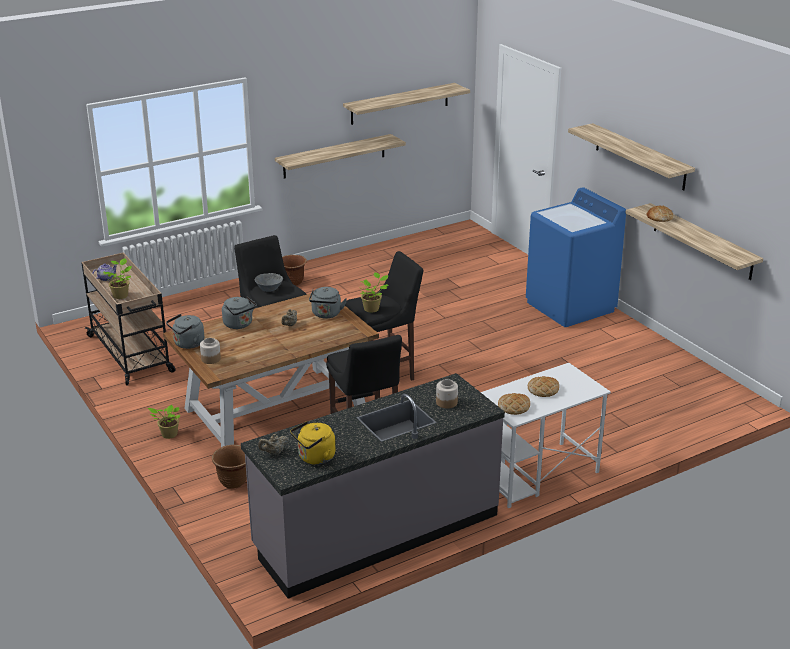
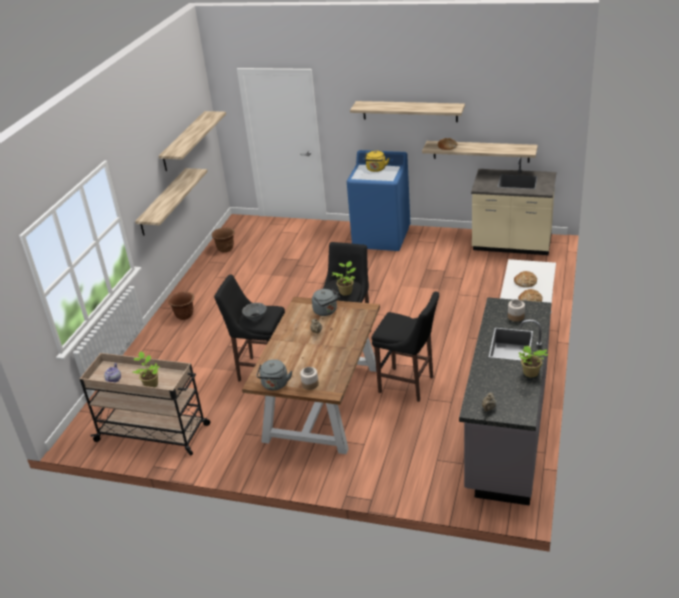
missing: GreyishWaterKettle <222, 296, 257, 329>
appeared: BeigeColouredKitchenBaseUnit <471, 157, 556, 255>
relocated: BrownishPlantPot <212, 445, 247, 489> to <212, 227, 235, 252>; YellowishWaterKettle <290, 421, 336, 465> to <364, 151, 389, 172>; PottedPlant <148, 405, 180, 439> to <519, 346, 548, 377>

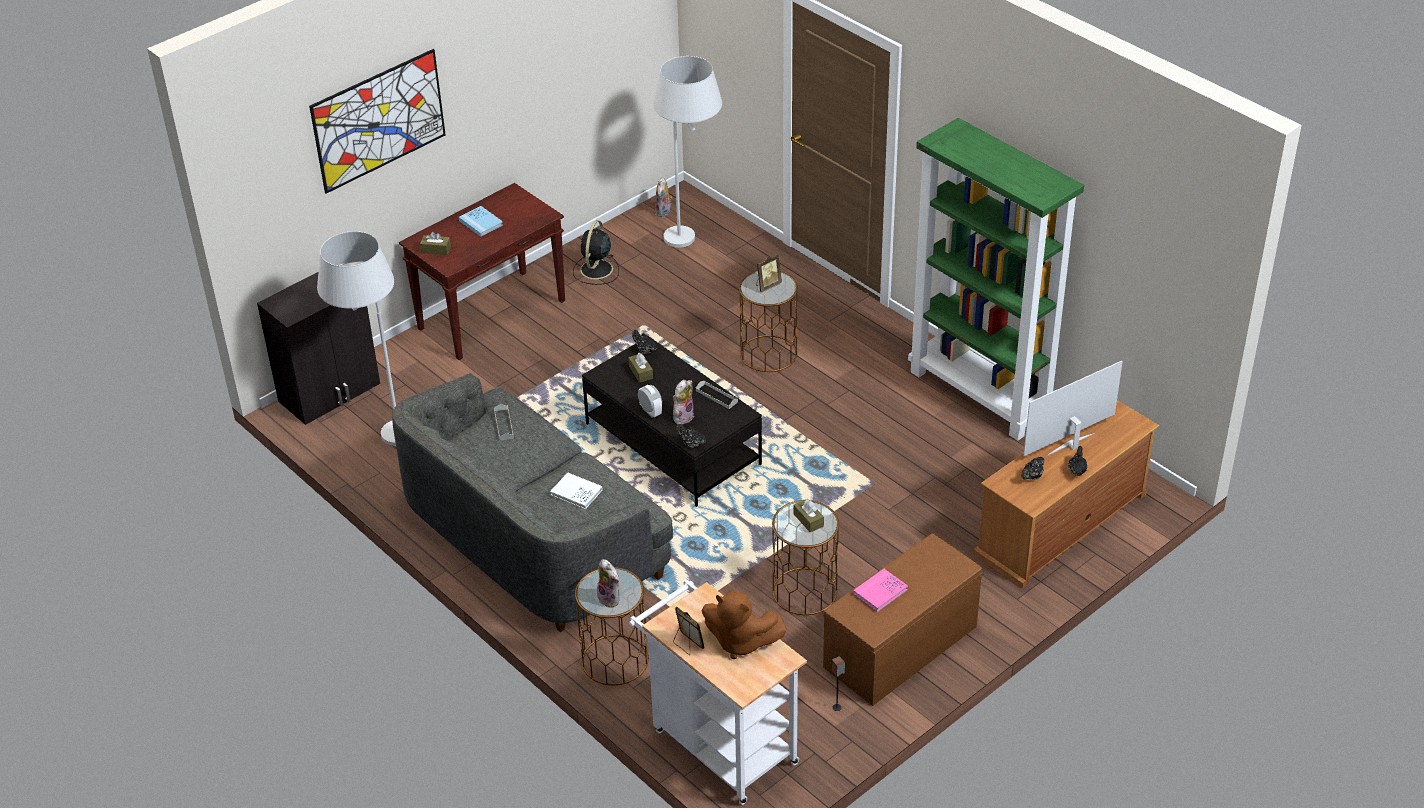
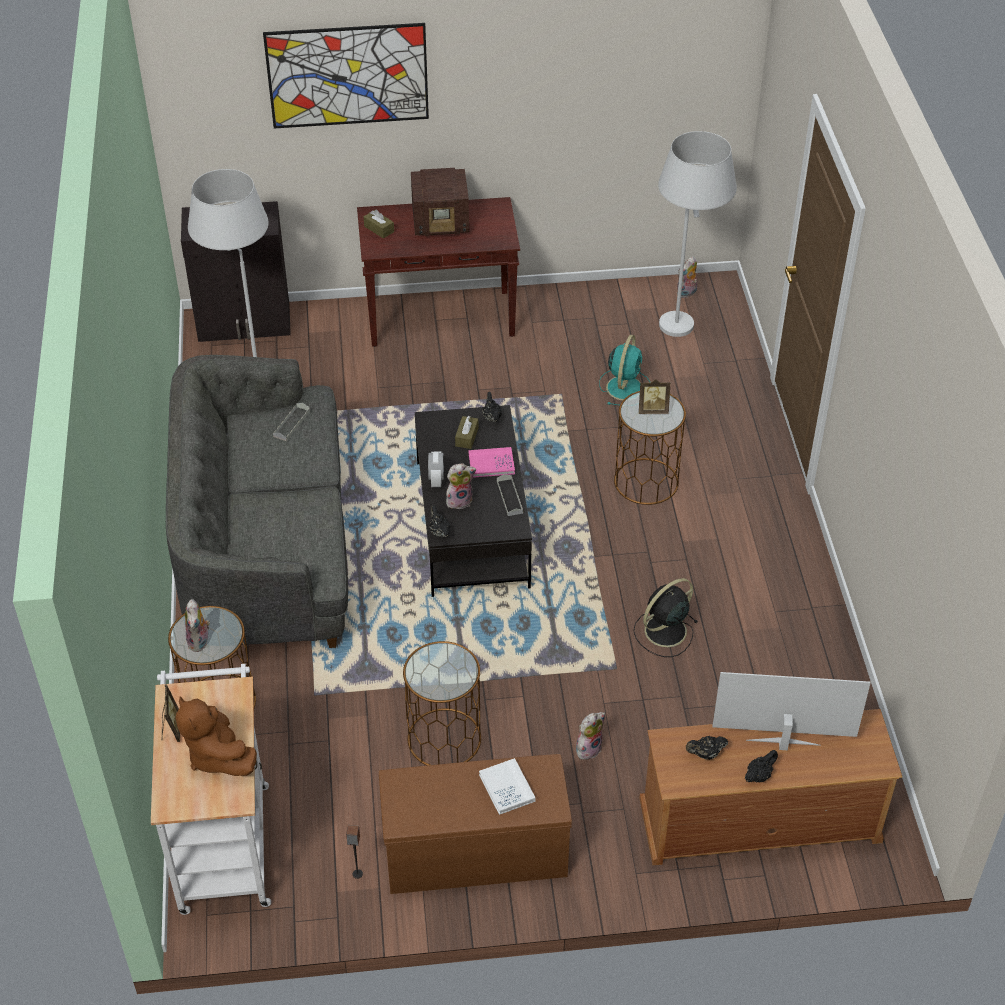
missing: BrownishBoxOfTissues <793, 499, 824, 532>; GreenColouredBookshelf <908, 118, 1084, 441>
appeared: CuddlyToy <576, 712, 605, 762>; TurquoiseCoolingFan <599, 335, 651, 405>
relocated: PinkishVolume <853, 569, 908, 612> to <469, 447, 515, 478>; WhiteVolume <550, 472, 603, 509> to <479, 758, 536, 815>; BlackCoolingFan <573, 220, 619, 285> to <633, 578, 698, 657>
exchanged: BlueVolume <459, 206, 503, 237> to Radio <411, 168, 469, 236>

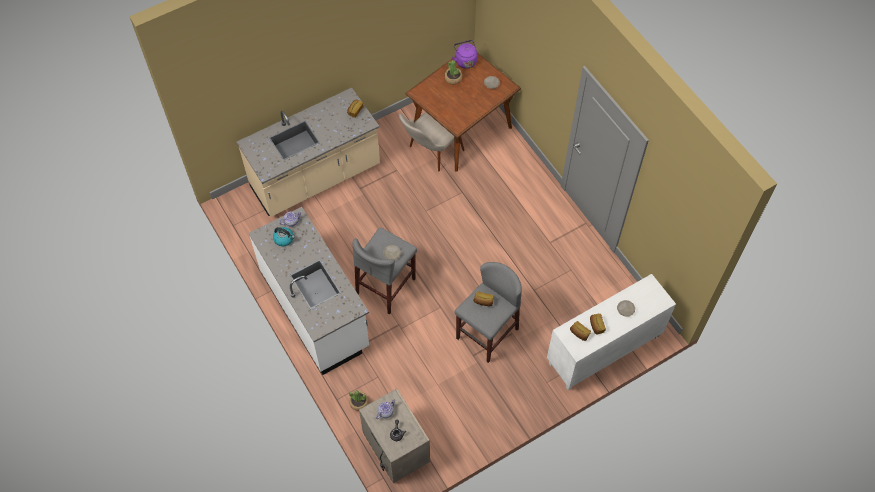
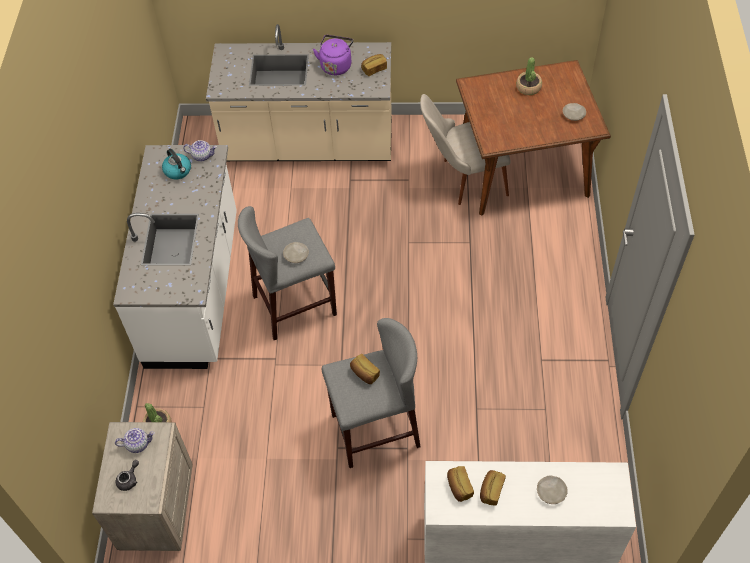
relocated: PurplishWaterKettle <452, 40, 477, 69> to <313, 35, 353, 75>

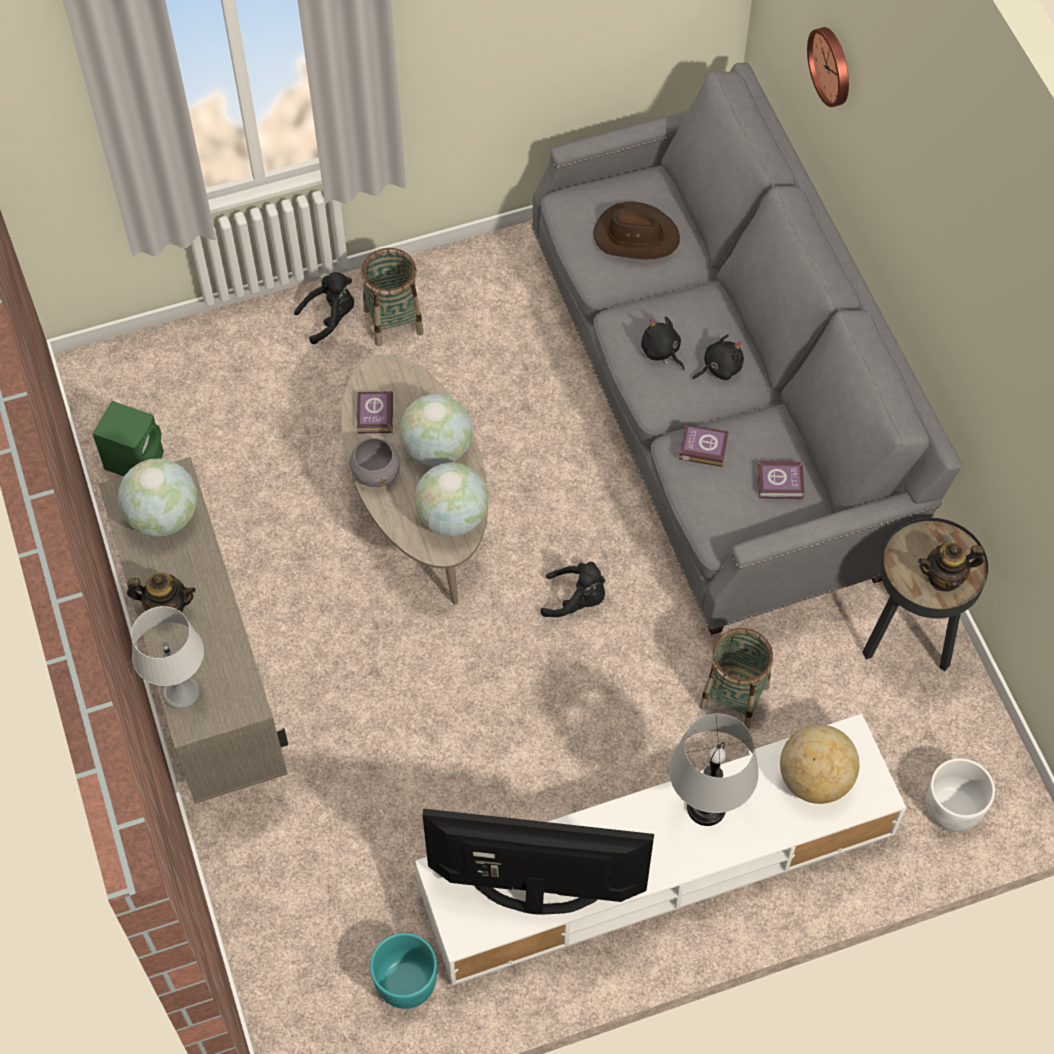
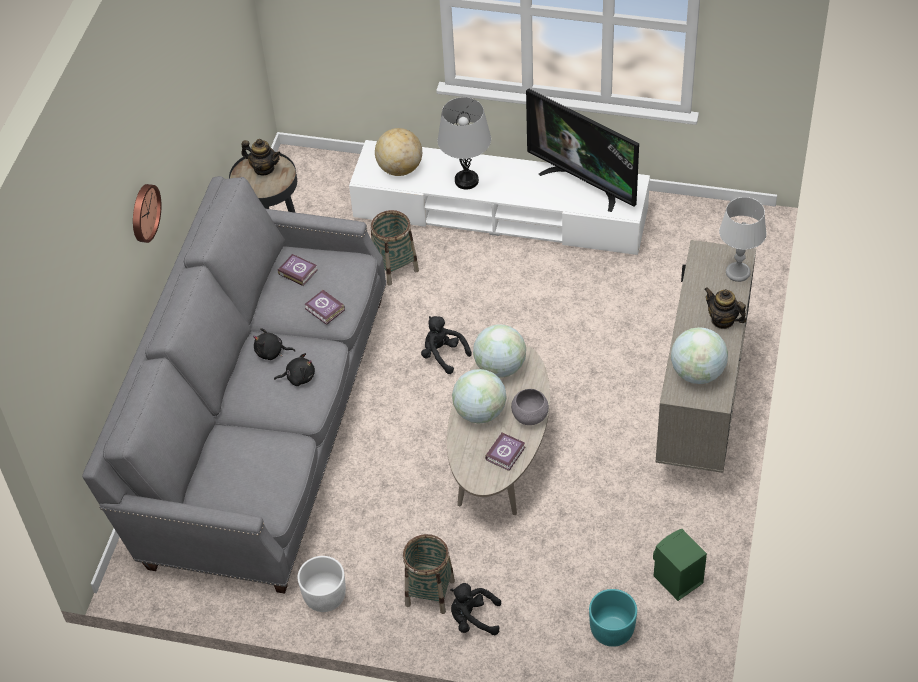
missing: BrownishWearableHat <593, 202, 680, 260>
relocated: WallClock <807, 27, 849, 107> to <133, 184, 161, 243>; WhitePlantPot <926, 758, 995, 832> to <297, 556, 346, 612>; TurquoisePlantPot <370, 933, 437, 1009> to <589, 589, 637, 647>
spun: BlackCuddlyToy <641, 317, 684, 370> = <274, 353, 315, 386> 90 degrees counterclockwise

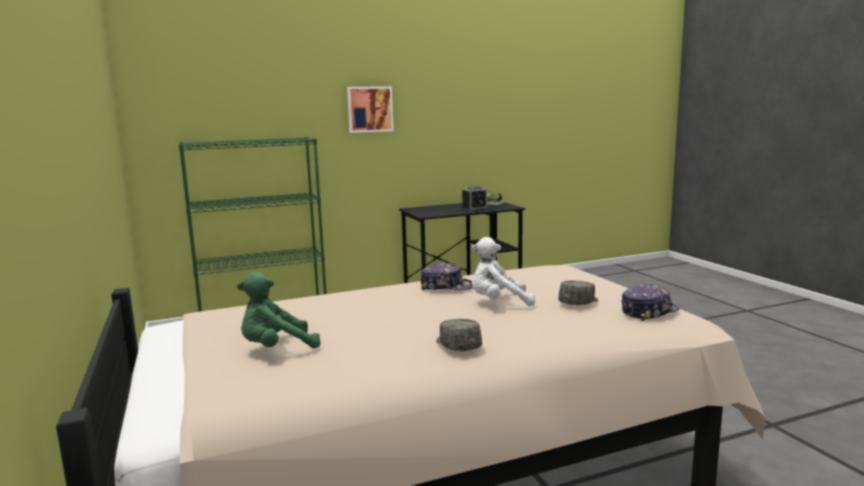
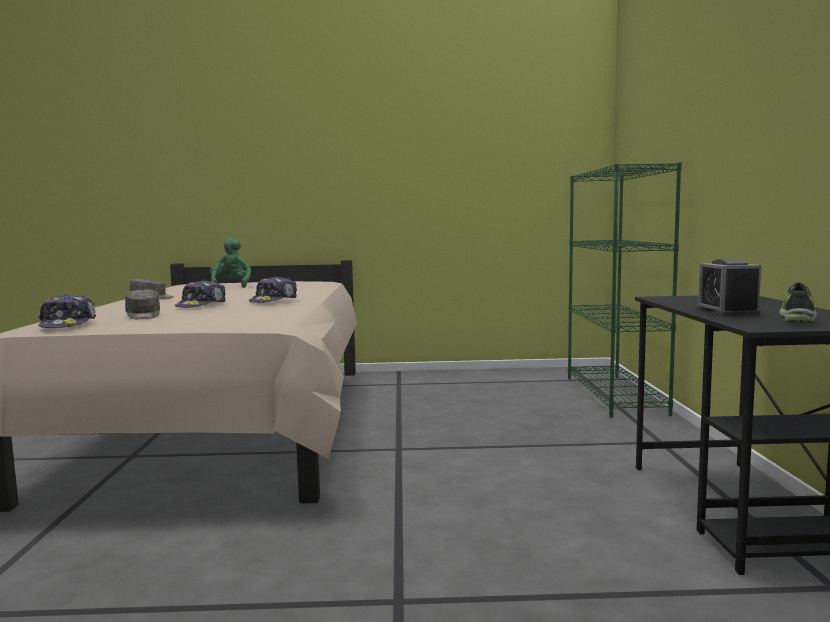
missing: WallPicture <347, 86, 394, 133>
exchanged: WhiteCuddlyToy <472, 237, 535, 306> to BaseballCap <175, 280, 226, 308>

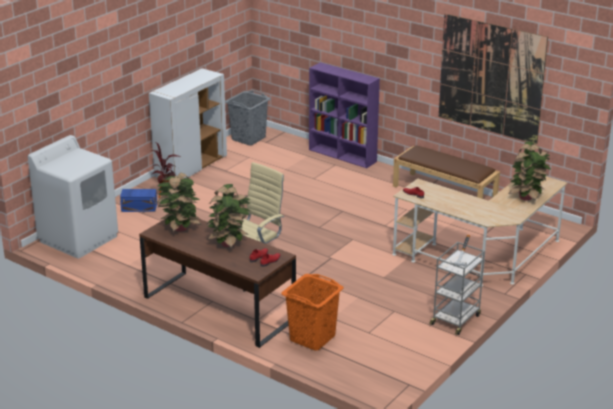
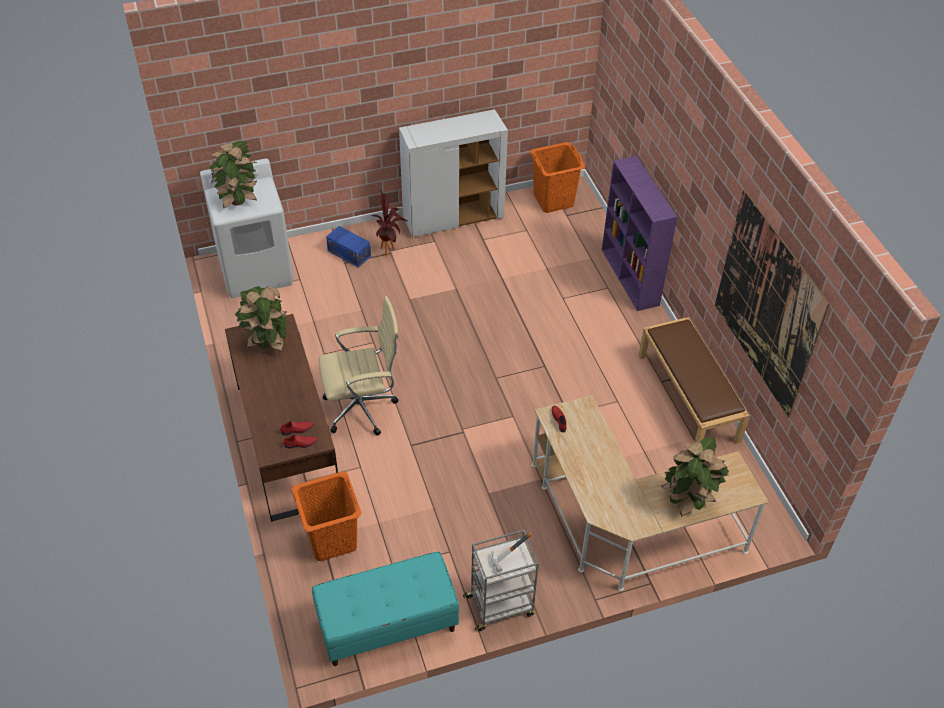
appeared: TurquoiseBench <312, 552, 459, 666>
relocated: PottedPlant <207, 184, 251, 248> to <209, 141, 257, 209>
colour: GreyishWashingBasket <225, 90, 271, 145> to OrangeyWashingBasket <530, 142, 585, 213>

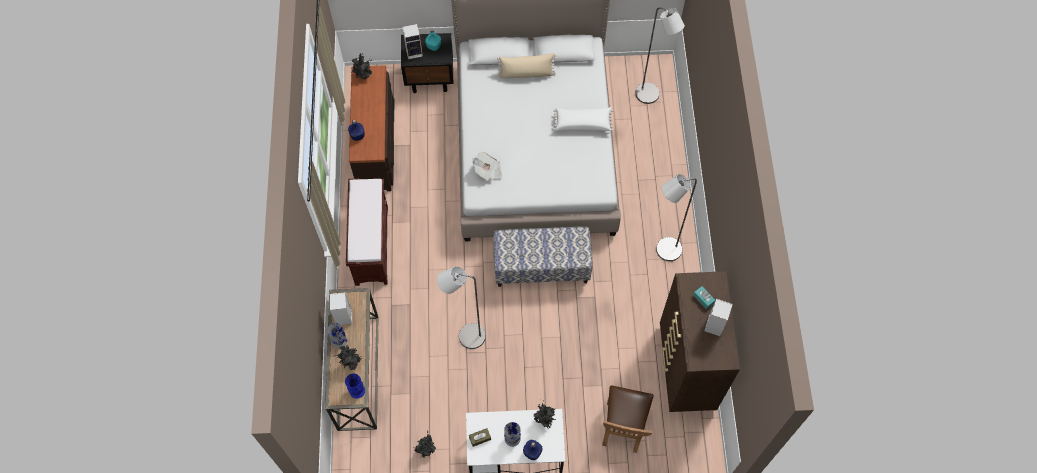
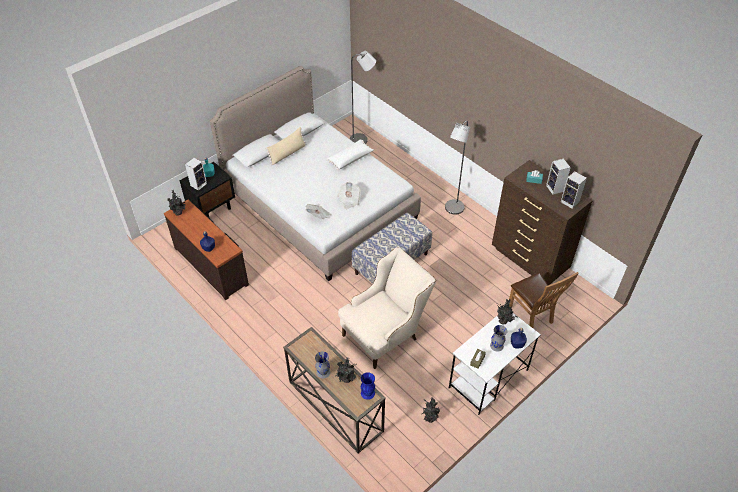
missing: BrownishBench <346, 179, 388, 286>
appeared: DailyPaper <338, 182, 361, 209>
relocated: Speaker <329, 292, 352, 325> to <561, 171, 587, 209>
exchanged: GreyishFloorLamp <437, 266, 486, 349> to BeigeColouredEasyChair <338, 247, 436, 369>

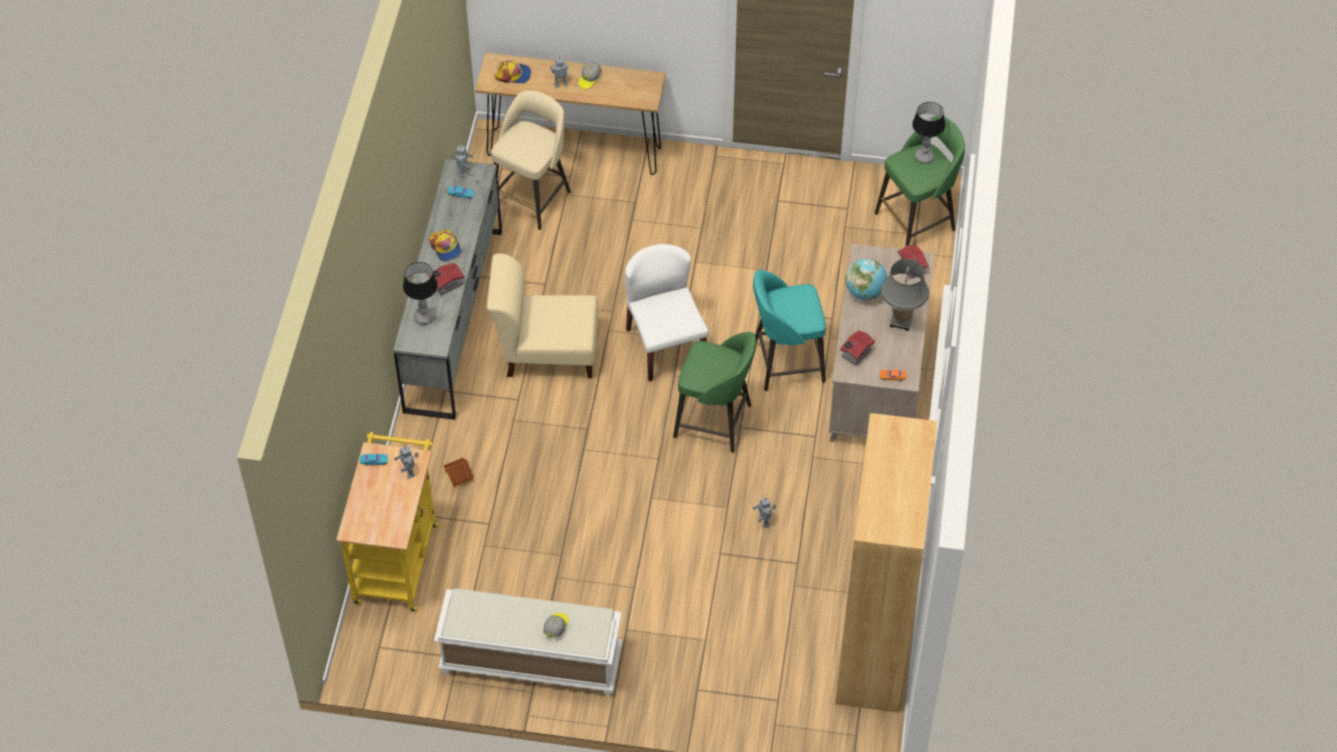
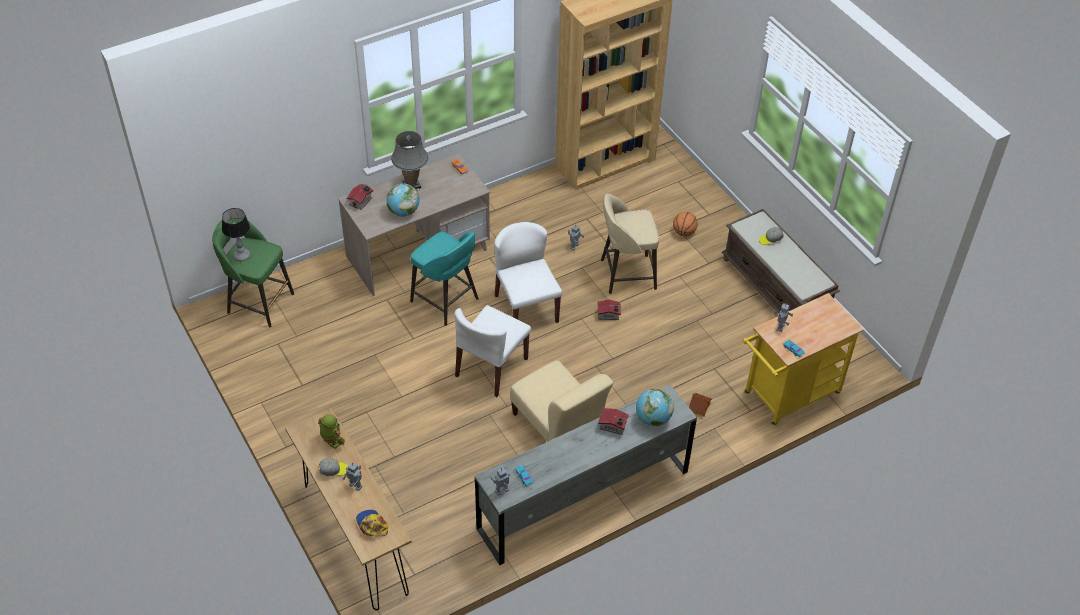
missing: BaseballCap <429, 229, 461, 261>
appeared: ModelRobot <318, 414, 345, 449>; Basketball <673, 212, 698, 236>
relocated: MiniatureHouse <840, 330, 875, 366> to <598, 299, 621, 320>; BeigeColouredStool <491, 90, 571, 230> to <601, 194, 659, 294>
exchanged: GreenColouredStool <673, 332, 756, 453> to WhitePlainChair <494, 222, 562, 323>; TabletopLamp <403, 262, 438, 325> to Globe <636, 388, 674, 427>
colour: WhiteBench <434, 589, 623, 696> to BrownishBench <722, 209, 840, 313>

